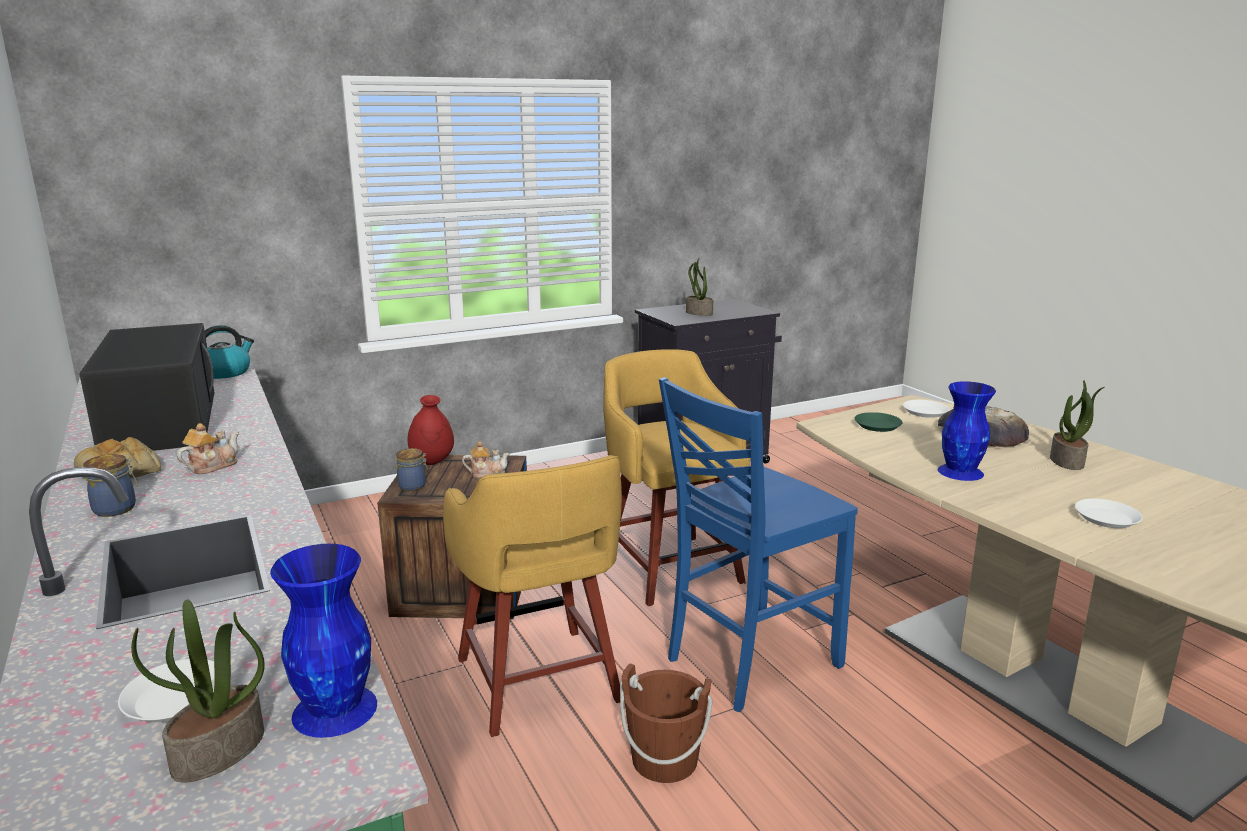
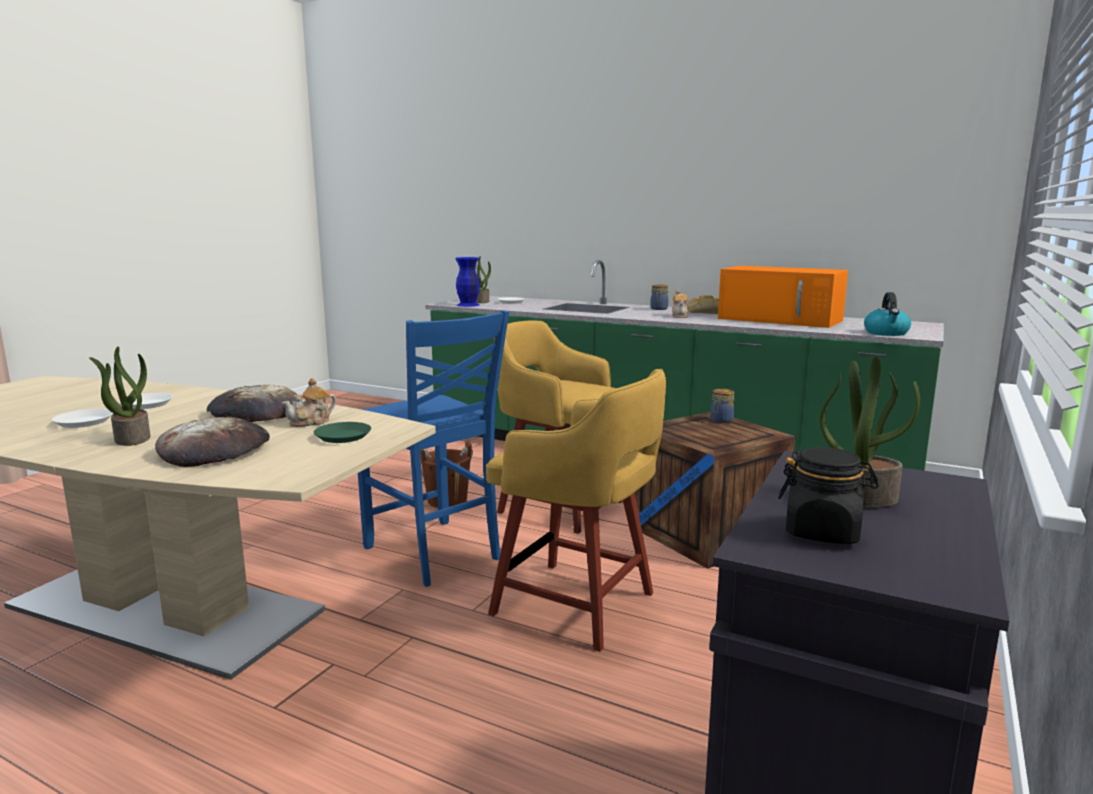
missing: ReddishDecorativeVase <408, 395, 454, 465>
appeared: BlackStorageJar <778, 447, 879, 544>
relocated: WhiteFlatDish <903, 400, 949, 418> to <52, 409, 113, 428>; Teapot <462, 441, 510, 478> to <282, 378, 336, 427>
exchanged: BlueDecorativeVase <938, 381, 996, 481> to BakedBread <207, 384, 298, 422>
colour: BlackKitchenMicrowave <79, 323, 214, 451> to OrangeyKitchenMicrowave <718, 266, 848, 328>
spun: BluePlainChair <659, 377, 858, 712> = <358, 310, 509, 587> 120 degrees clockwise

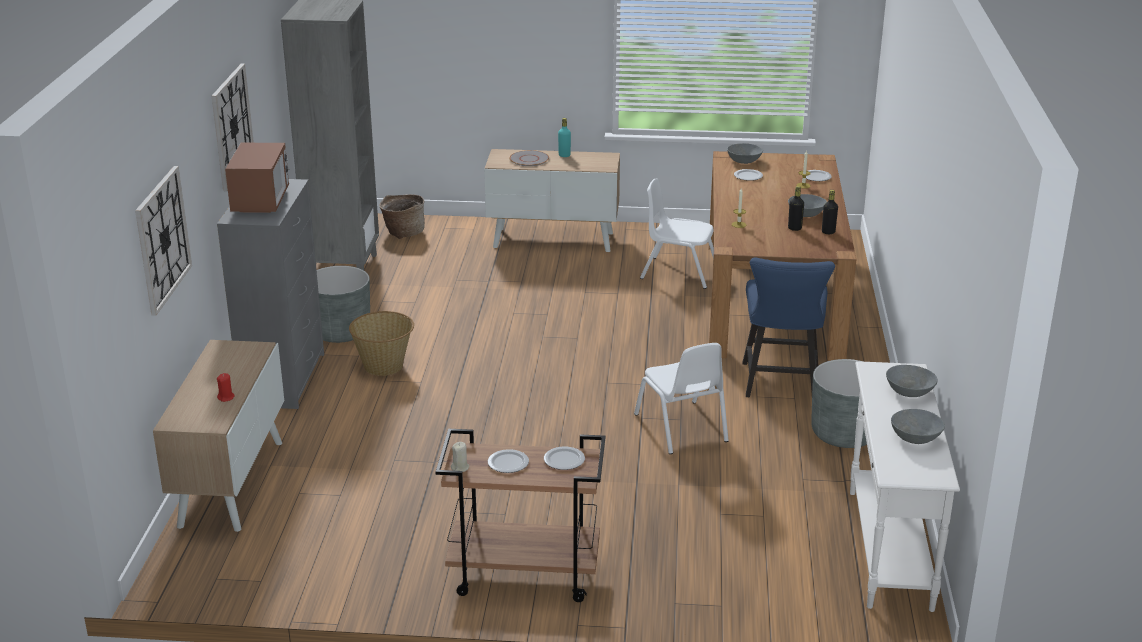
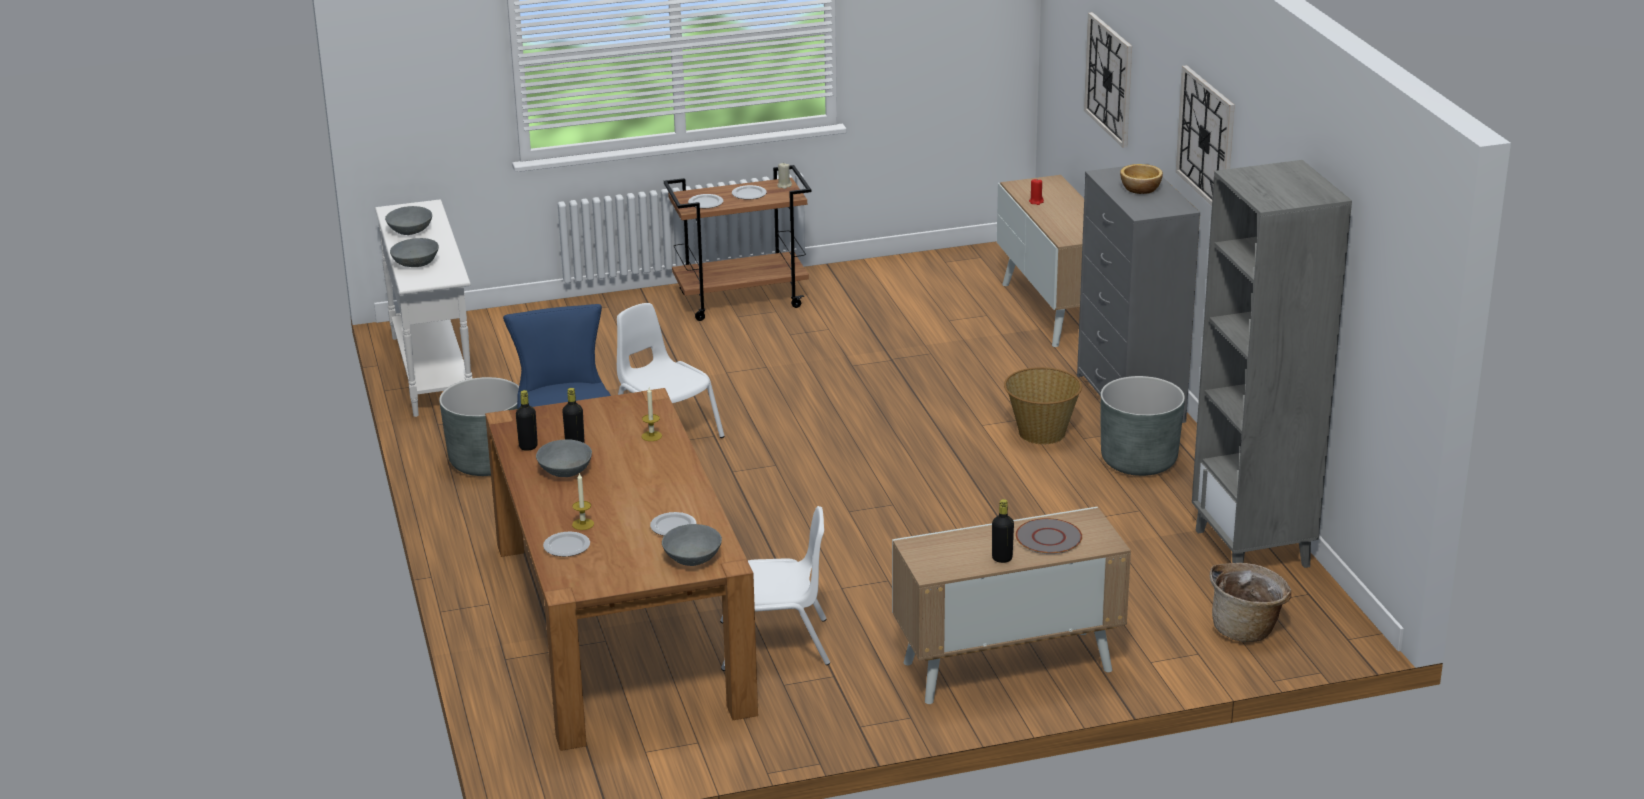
exchanged: KitchenMicrowave <225, 143, 289, 213> to Bowl <1120, 164, 1163, 194>
colour: TurquoiseBottle <558, 118, 571, 157> to BlackBottle <992, 499, 1014, 563>

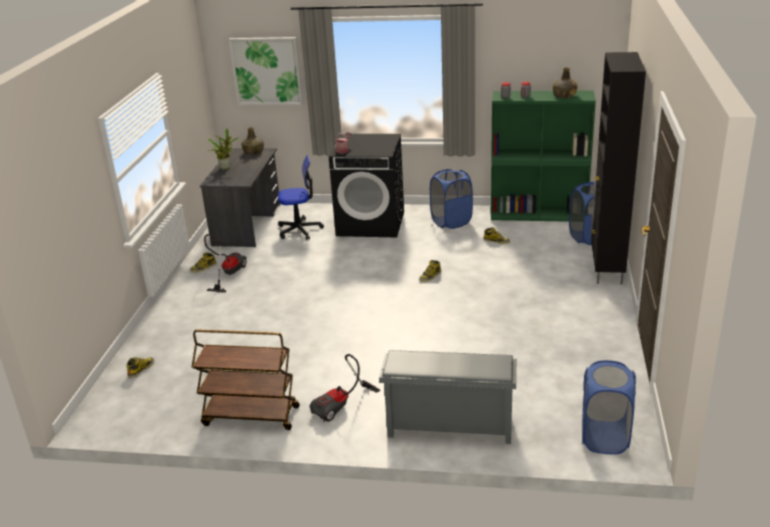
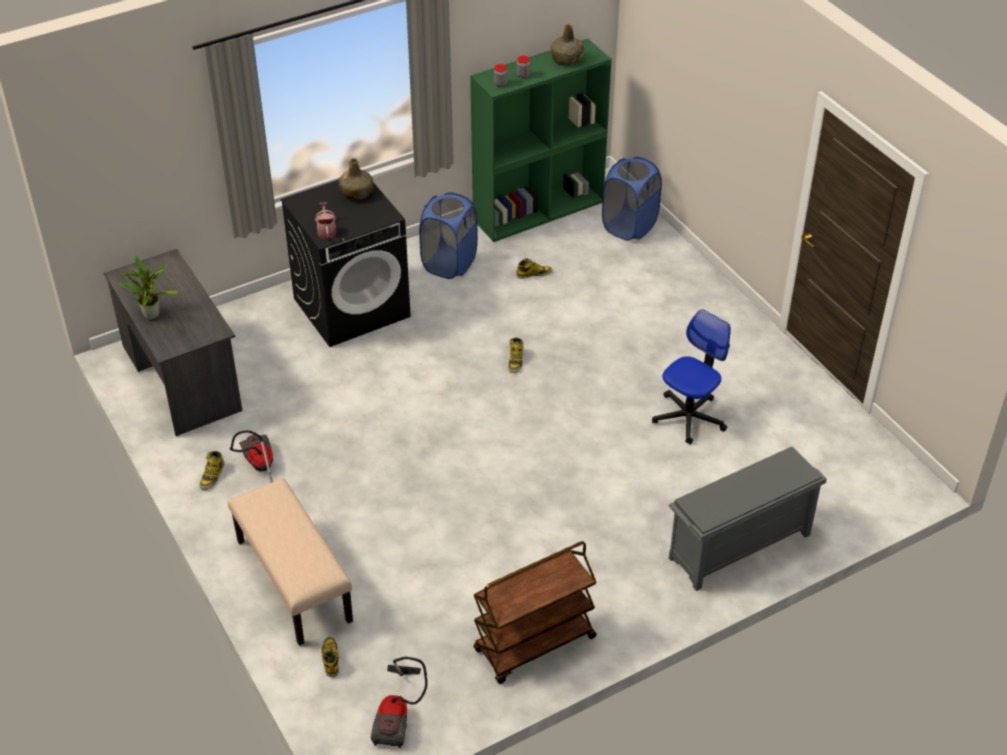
missing: WallPicture <229, 37, 303, 106>; BlueWashingBasket <582, 360, 636, 454>; BlackCabinet <591, 52, 646, 285>
appeared: BeigeColouredBench <228, 478, 353, 646>
relocated: GreenColouredBottle <242, 127, 264, 155> to <339, 158, 373, 200>; Hoover <309, 354, 380, 422> to <371, 657, 428, 748>; DeskChair <278, 155, 324, 240> to <652, 310, 731, 444>

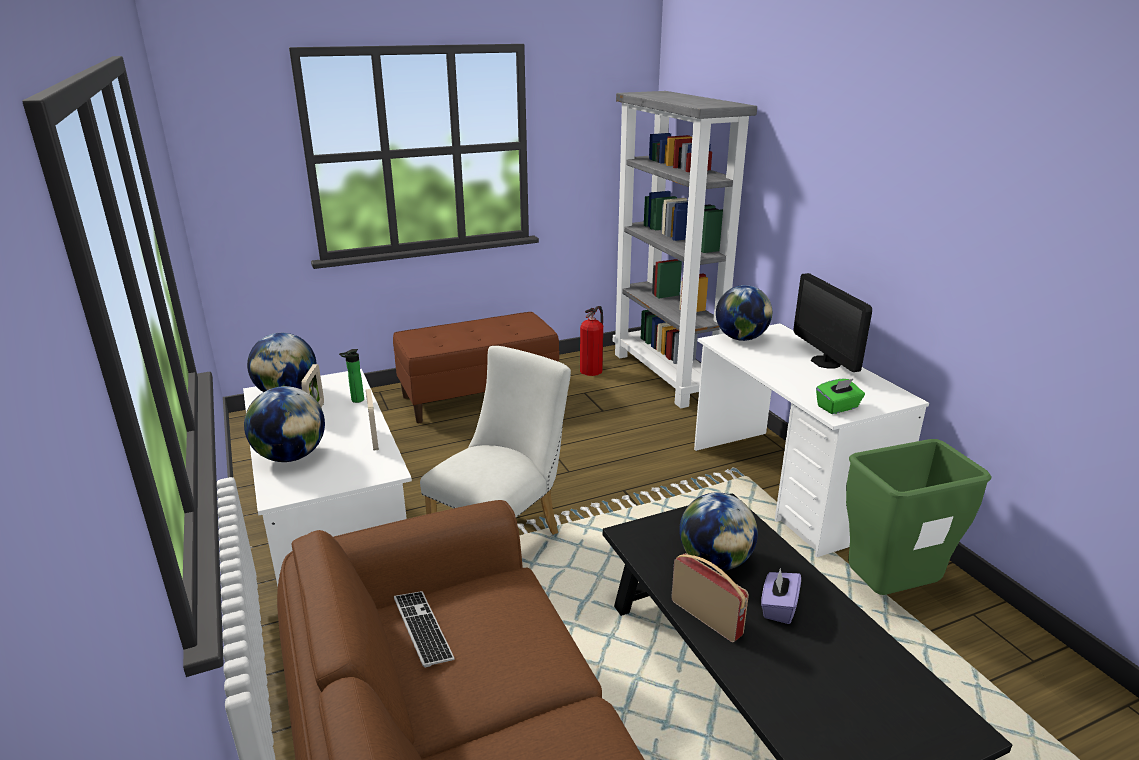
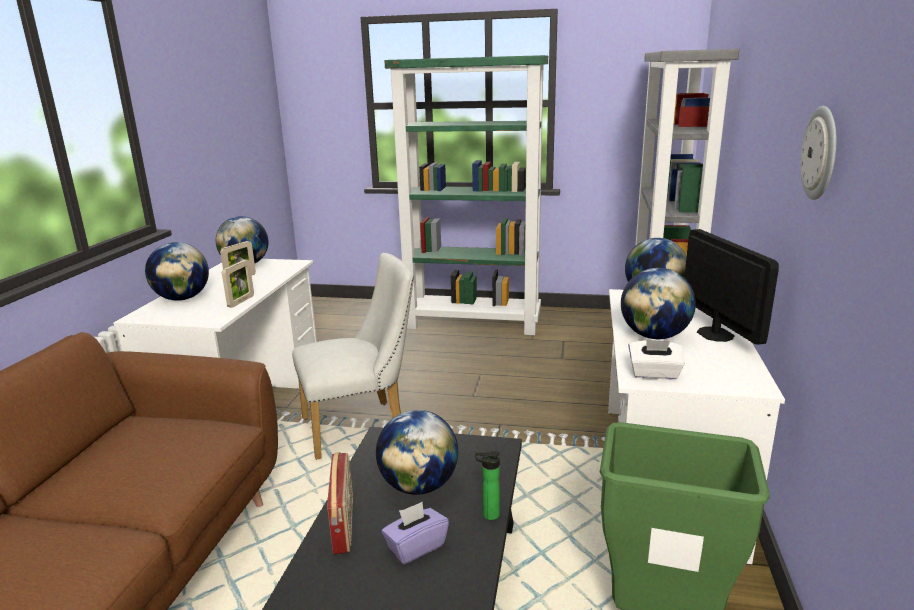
missing: Keyboard <394, 591, 454, 668>; FireFightingCylinder <580, 306, 603, 376>
appeared: Globe <621, 268, 696, 339>; WallClock <801, 106, 836, 200>
relocated: Bottle <339, 349, 364, 403> to <475, 451, 500, 520>
exchanged: BrownishBench <393, 312, 559, 423> to GreenColouredBookshelf <384, 55, 548, 335>
colour: GreenColouredBoxOfTissues <816, 379, 865, 414> to WhiteBoxOfTissues <628, 339, 685, 380>
spun: Monitor <794, 273, 872, 372> = <684, 229, 779, 345> 150 degrees clockwise

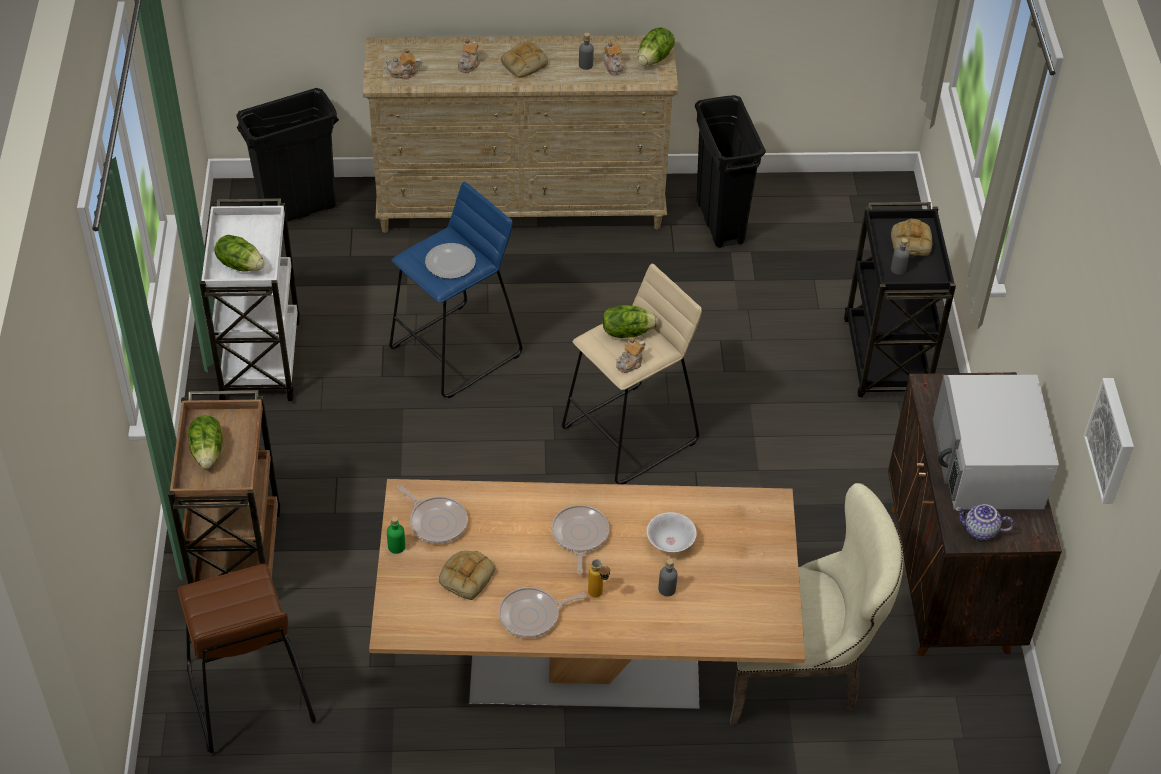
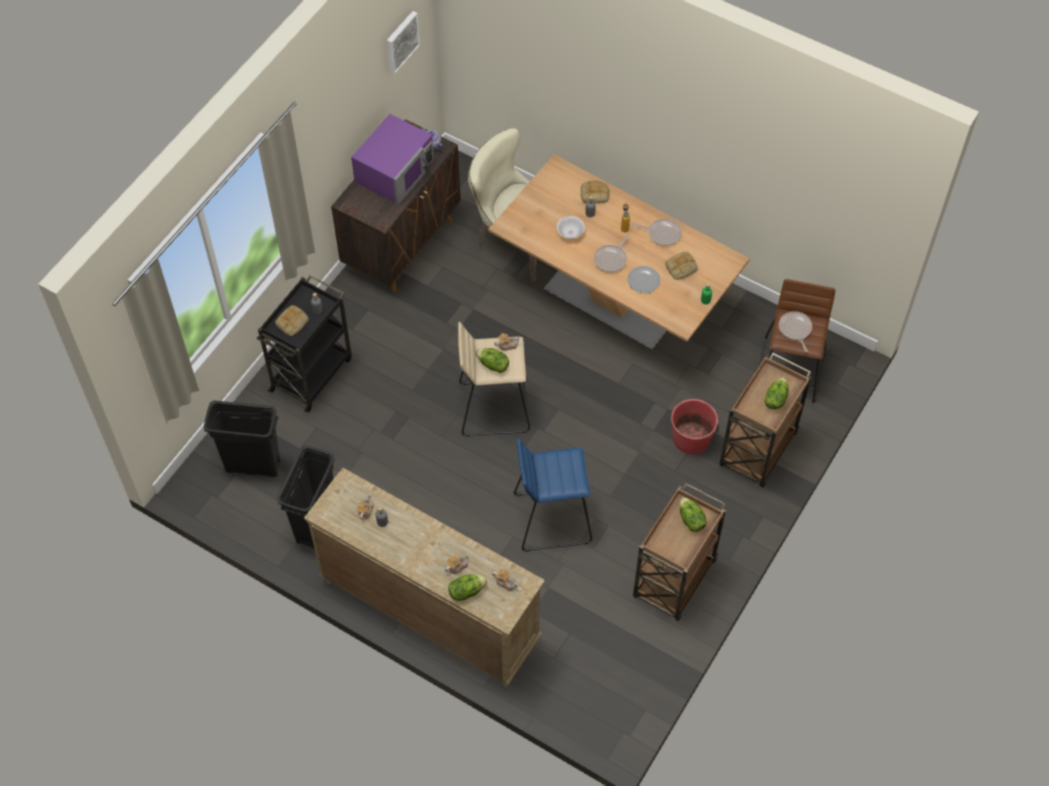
appeared: ReddishWaterBucket <671, 399, 719, 454>
relocated: BlackWasteBin <236, 88, 339, 221> to <204, 400, 281, 477>; LettuceHead <638, 27, 675, 66> to <448, 574, 487, 601>; BakedBread <501, 42, 548, 78> to <581, 181, 609, 203>; FlatDish <425, 243, 476, 279> to <627, 266, 660, 293>; Skillet <397, 485, 468, 544> to <779, 311, 812, 352>
colour: WhiteKitchenMicrowave <933, 375, 1059, 509> to PurplishKitchenMicrowave <351, 114, 434, 205>; WhiteTrolley <200, 199, 300, 401> to BrownishTrolley <633, 483, 726, 621>

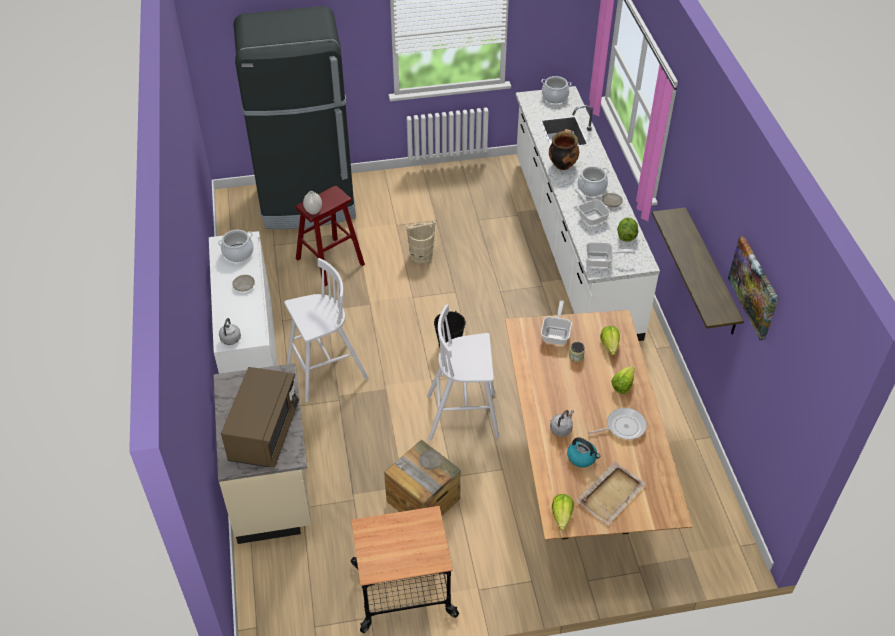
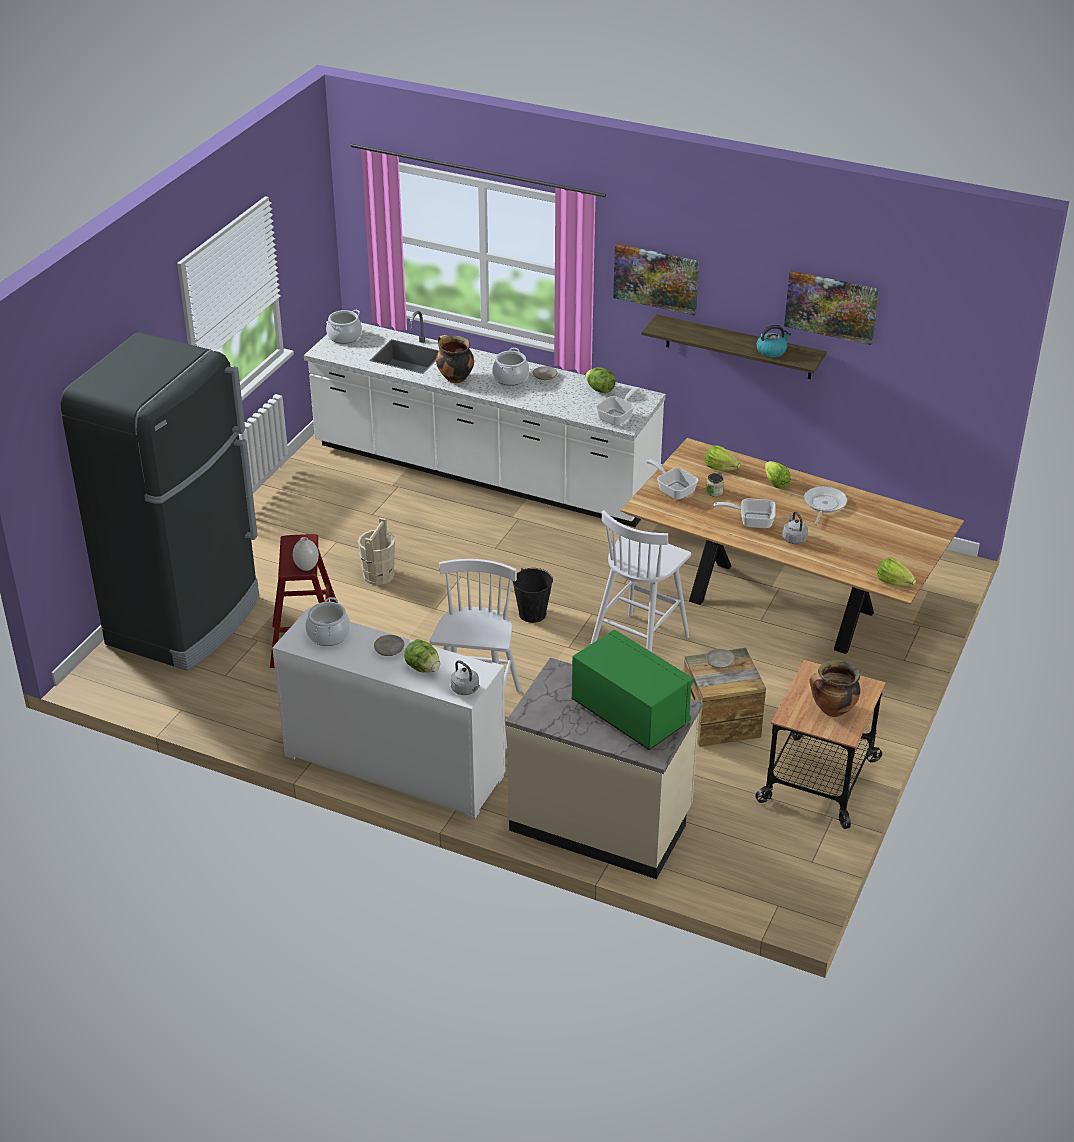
missing: BeigeColouredTray <576, 461, 646, 526>
appeared: LettuceHead <404, 639, 440, 673>; WallPicture <613, 244, 699, 315>; CookingPot <810, 660, 860, 717>
relocated: Skillet <575, 189, 610, 226> to <713, 498, 776, 528>; WaterKettle <567, 437, 600, 467> to <756, 325, 791, 357>
colour: BrownishKitchenMicrowave <221, 367, 299, 468> to GreenColouredKitchenMicrowave <571, 629, 694, 750>

